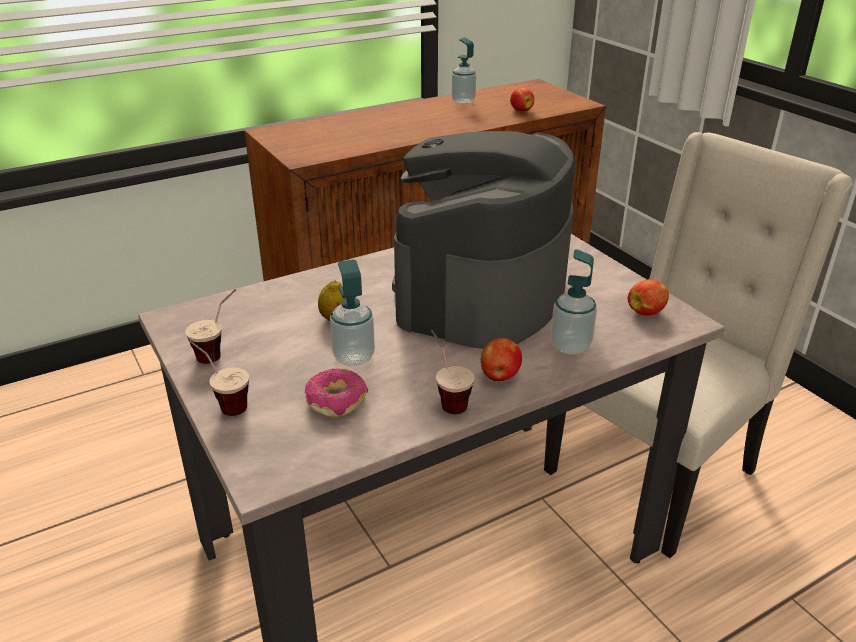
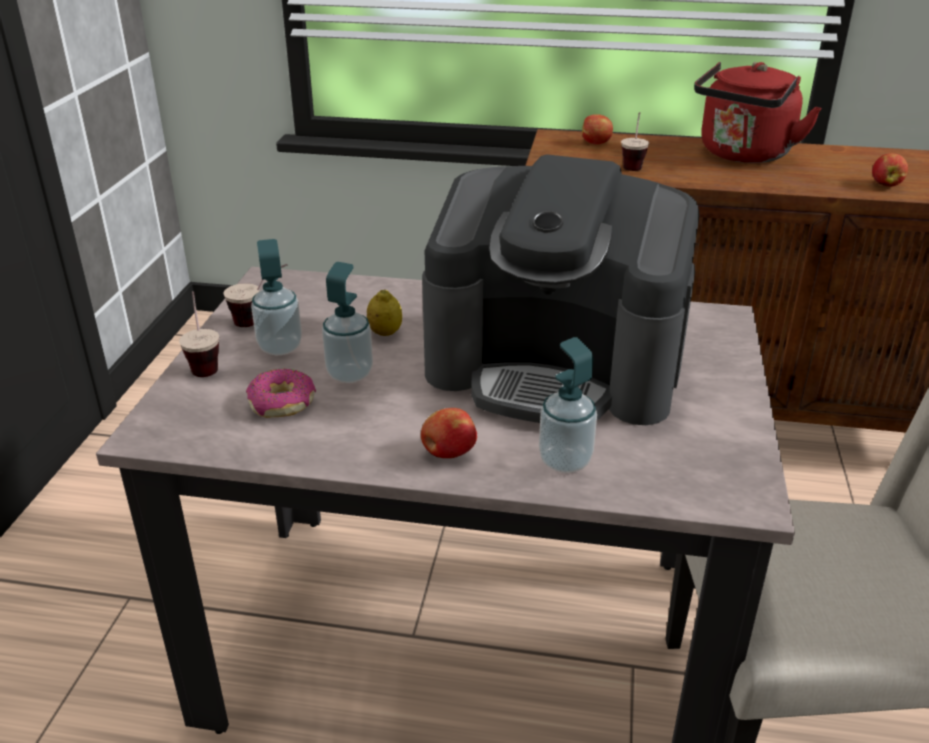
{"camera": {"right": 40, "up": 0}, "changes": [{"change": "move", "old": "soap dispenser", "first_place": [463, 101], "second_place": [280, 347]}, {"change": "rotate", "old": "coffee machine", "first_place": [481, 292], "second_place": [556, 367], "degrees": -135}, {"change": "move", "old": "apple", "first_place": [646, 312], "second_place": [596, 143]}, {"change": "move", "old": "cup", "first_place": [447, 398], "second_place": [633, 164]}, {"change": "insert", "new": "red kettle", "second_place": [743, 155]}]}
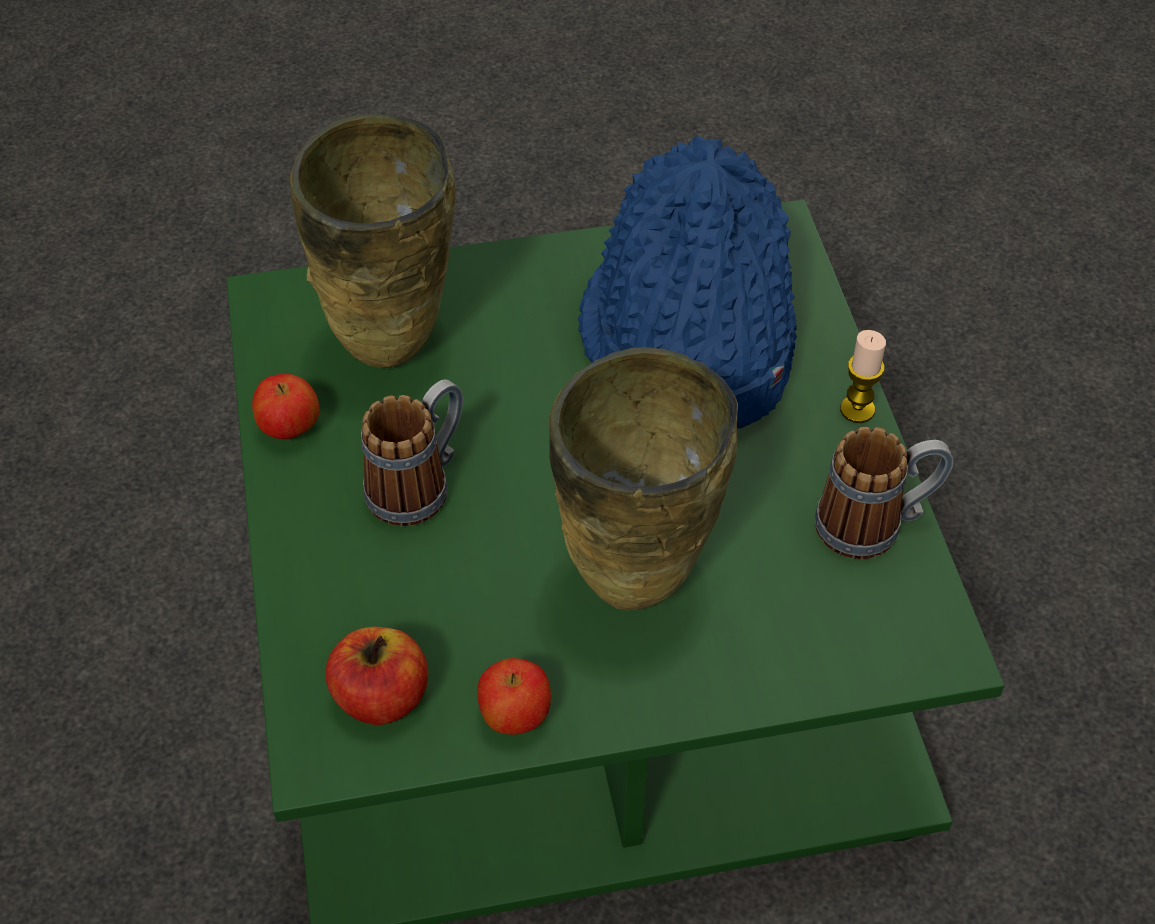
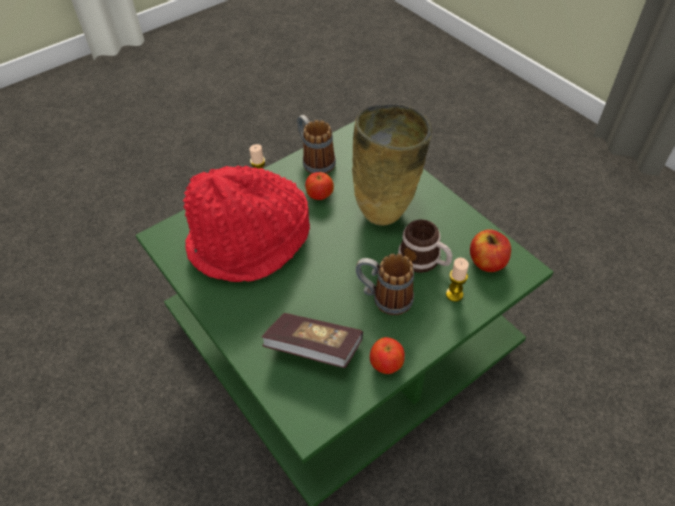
{"camera": {"right": -115, "up": 0}, "changes": [{"change": "recolor", "old": "blue hat", "new": "red hat", "first_place": [686, 342], "second_place": [250, 242]}, {"change": "replace", "old": "beige vase", "new": "book", "first_place": [391, 350], "second_place": [314, 348]}, {"change": "move", "old": "apple", "first_place": [514, 716], "second_place": [320, 196]}, {"change": "insert", "new": "mug", "second_place": [424, 260]}, {"change": "insert", "new": "candle", "second_place": [454, 294]}]}
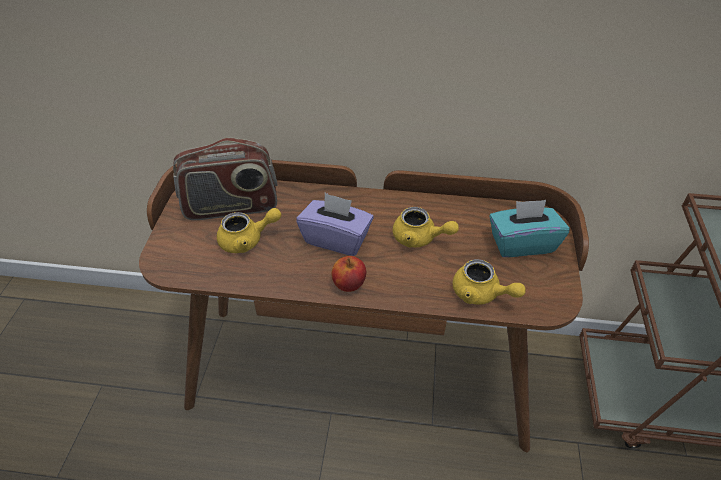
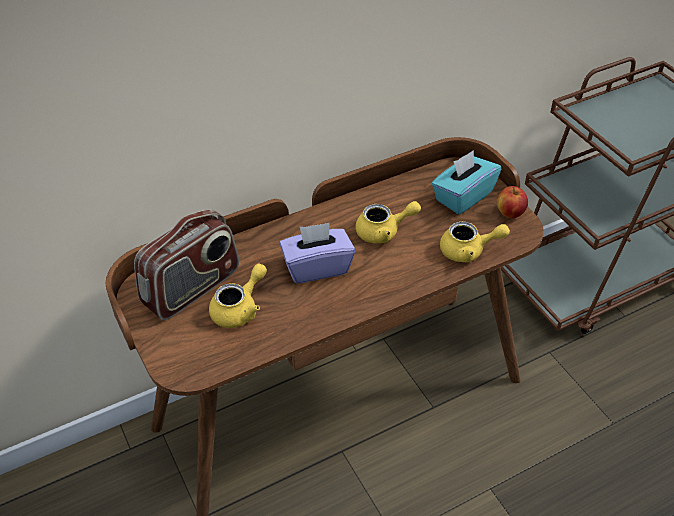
{"camera": {"right": -35, "up": 0}, "changes": [{"change": "move", "old": "apple", "first_place": [348, 284], "second_place": [510, 213]}]}
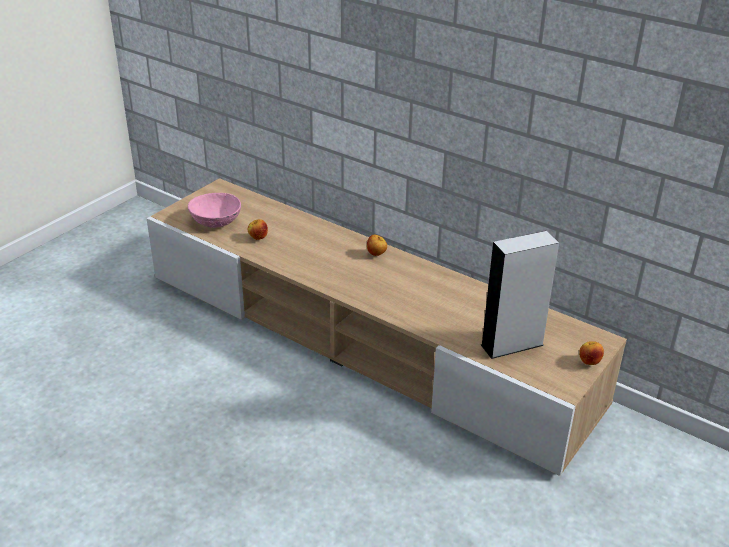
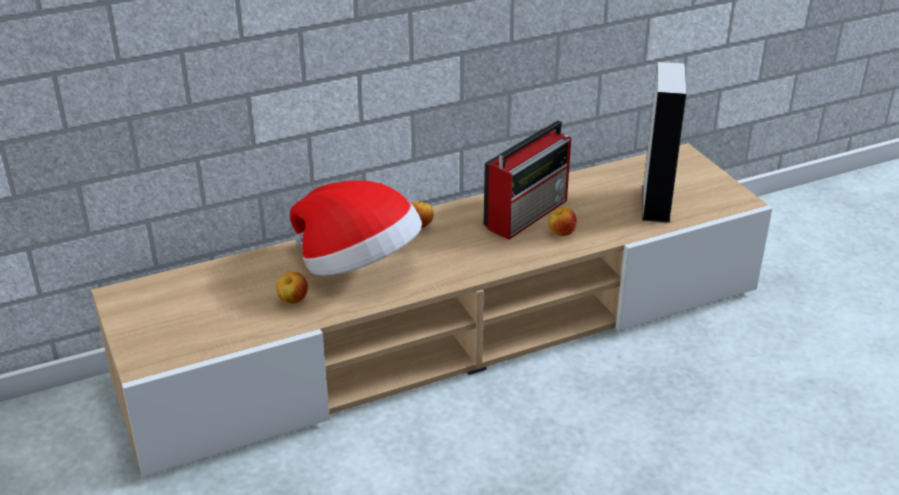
{"camera": {"right": -60, "up": 0}, "changes": [{"change": "insert", "new": "hat", "second_place": [359, 266]}, {"change": "insert", "new": "radio", "second_place": [528, 213]}, {"change": "move", "old": "apple", "first_place": [589, 362], "second_place": [561, 233]}, {"change": "delete", "old": "pink bowl", "first_place": [216, 221]}]}
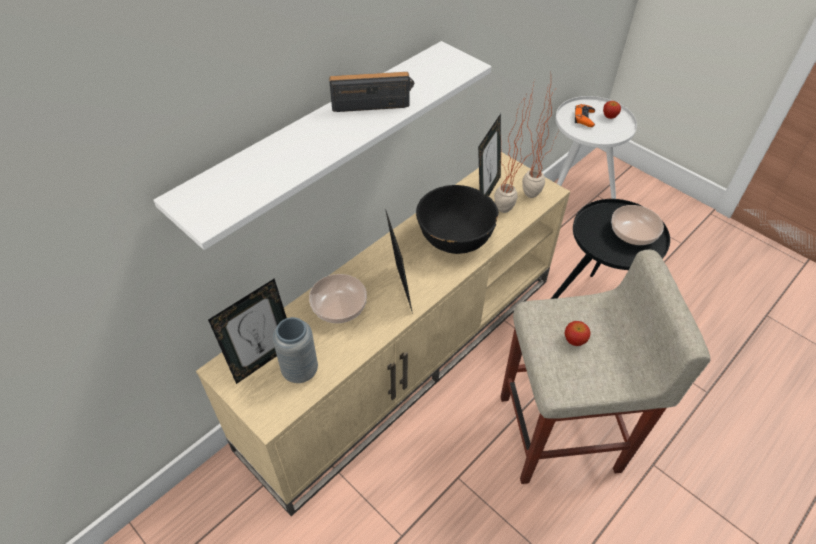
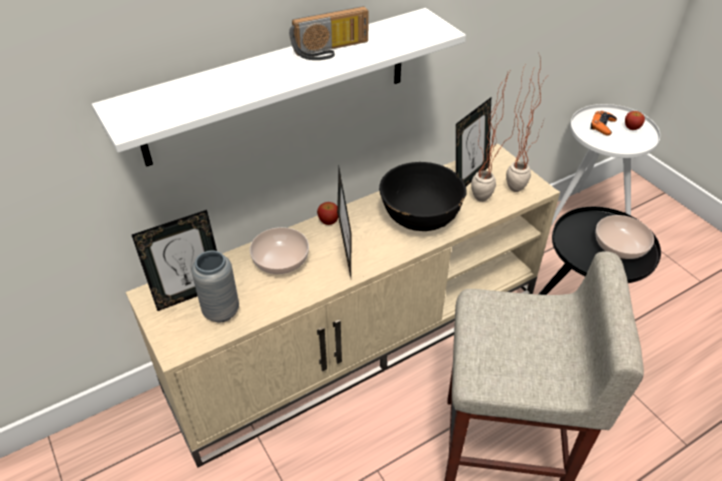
{"camera": {"right": 15, "up": -5}, "changes": [{"change": "rotate", "old": "radio", "first_place": [372, 102], "second_place": [331, 51], "degrees": 150}, {"change": "move", "old": "apple", "first_place": [574, 340], "second_place": [328, 221]}]}
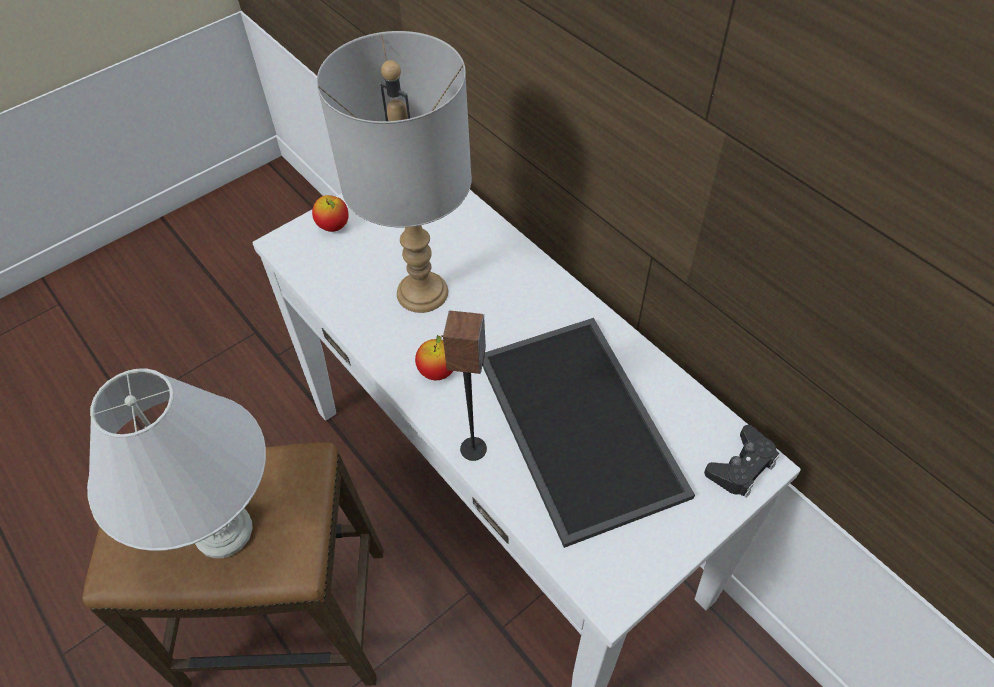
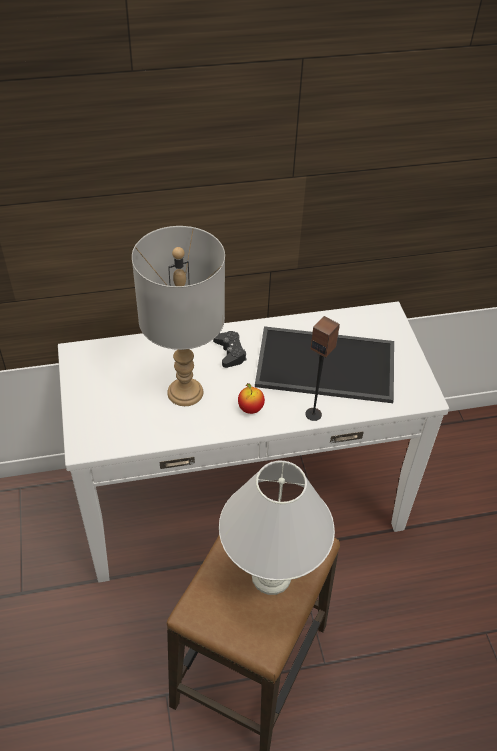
{"camera": {"right": -65, "up": -5}, "changes": [{"change": "move", "old": "black game controller", "first_place": [741, 466], "second_place": [230, 352]}, {"change": "delete", "old": "apple", "first_place": [334, 226]}]}
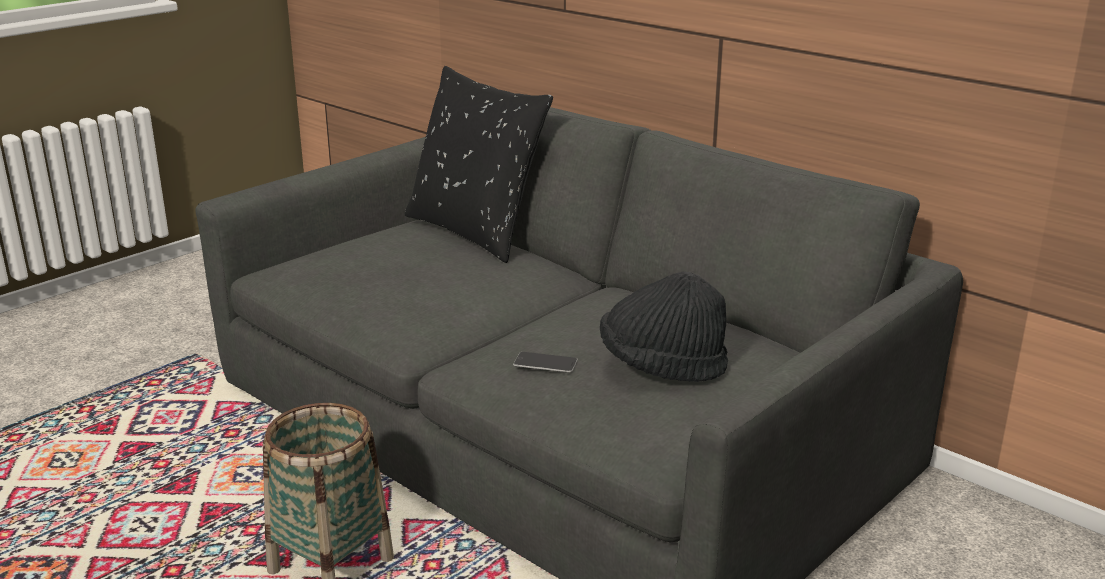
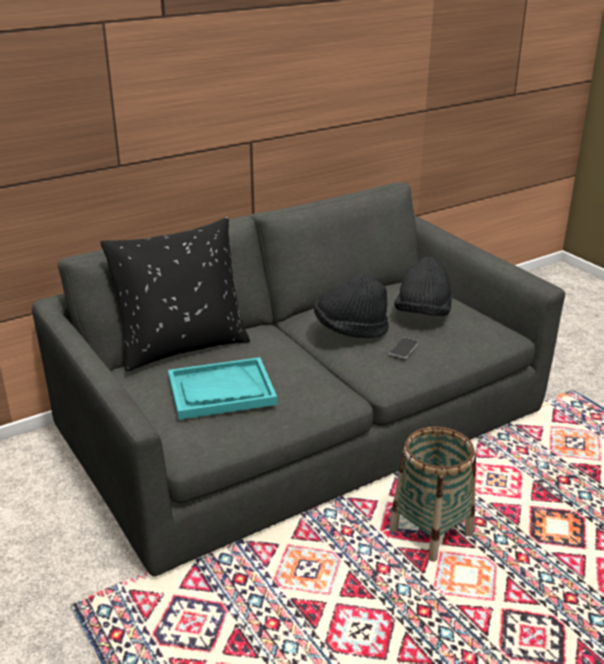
{"camera": {"right": -75, "up": 5}, "changes": [{"change": "insert", "new": "turquoise tray", "second_place": [221, 391]}, {"change": "insert", "new": "black hat", "second_place": [350, 330]}]}
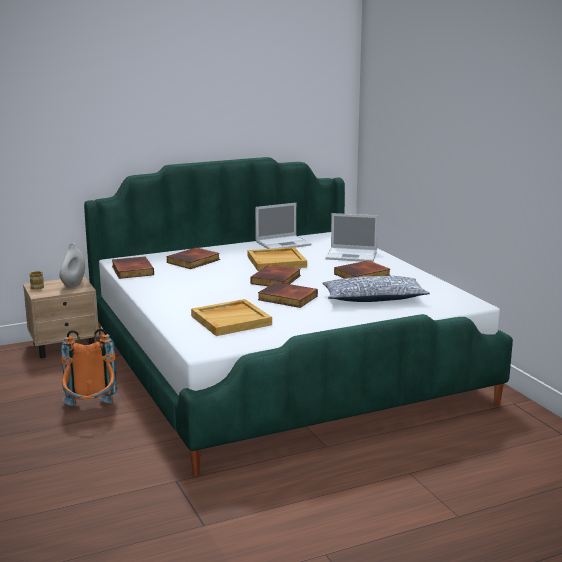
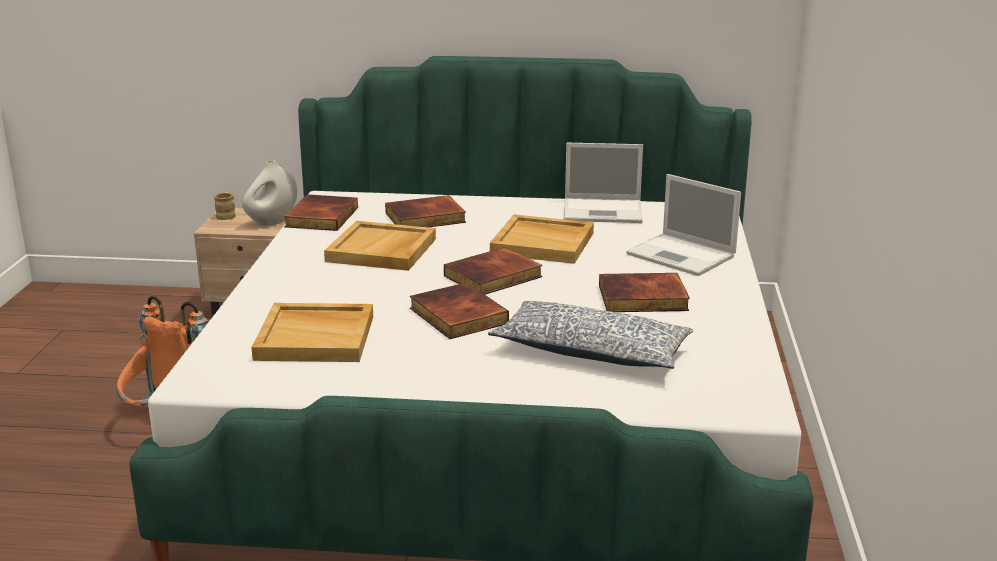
{"camera": {"right": 30, "up": 5}, "changes": [{"change": "insert", "new": "beige tray", "second_place": [382, 250]}]}
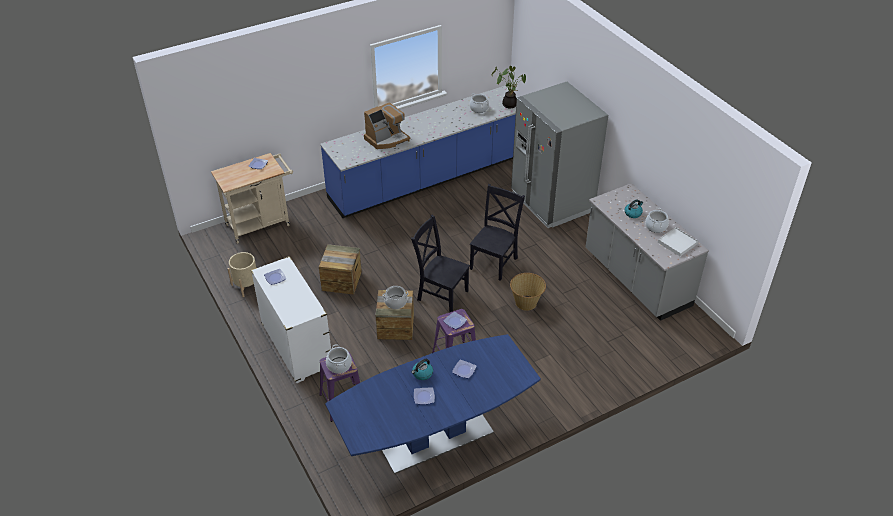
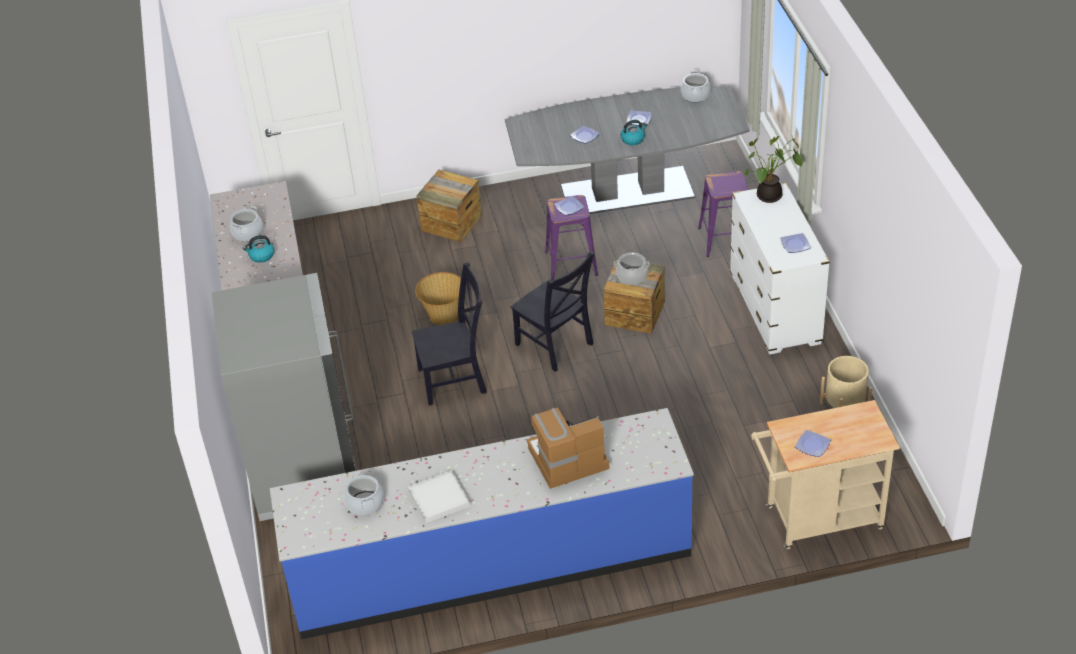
{"camera": {"right": -160, "up": 0}, "changes": [{"change": "move", "old": "white tray", "first_place": [677, 243], "second_place": [439, 498]}, {"change": "rotate", "old": "black chair", "first_place": [494, 262], "second_place": [455, 380], "degrees": -150}, {"change": "move", "old": "crate", "first_place": [341, 281], "second_place": [451, 223]}, {"change": "recolor", "old": "blue dining table", "new": "grey dining table", "first_place": [434, 436], "second_place": [628, 191]}, {"change": "move", "old": "cooking pot", "first_place": [339, 365], "second_place": [695, 95]}, {"change": "move", "old": "potted plant", "first_place": [509, 104], "second_place": [769, 197]}]}
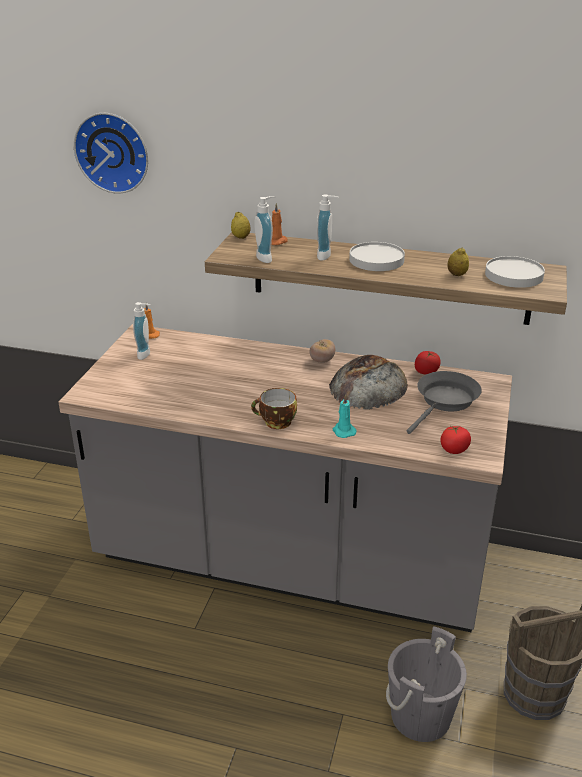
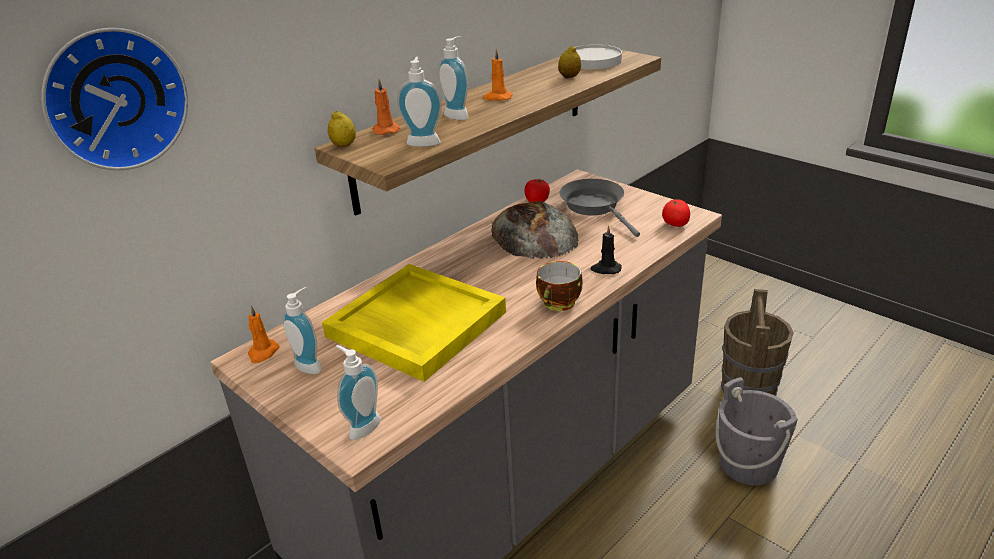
{"camera": {"right": -60, "up": 0}, "changes": [{"change": "insert", "new": "yellow tray", "second_place": [414, 324]}, {"change": "insert", "new": "soap dispenser", "second_place": [362, 426]}, {"change": "replace", "old": "white plate", "new": "orange candle", "first_place": [376, 260], "second_place": [497, 98]}, {"change": "recolor", "old": "turquoise candle", "new": "black candle", "first_place": [343, 431], "second_place": [605, 269]}, {"change": "delete", "old": "tomato", "first_place": [322, 360]}]}
